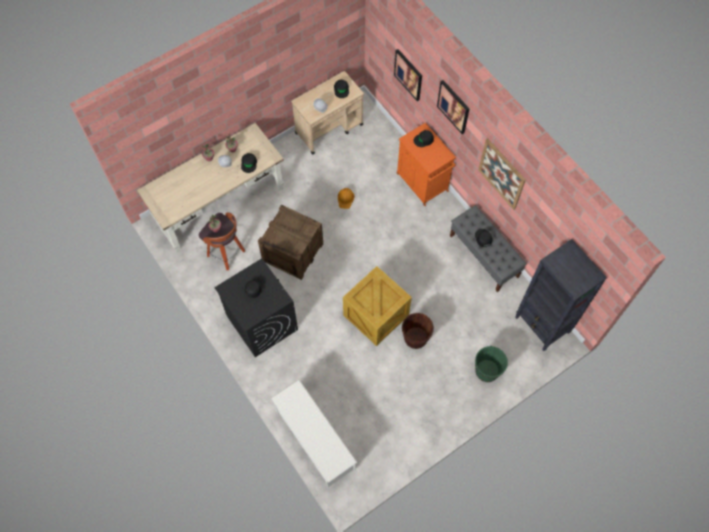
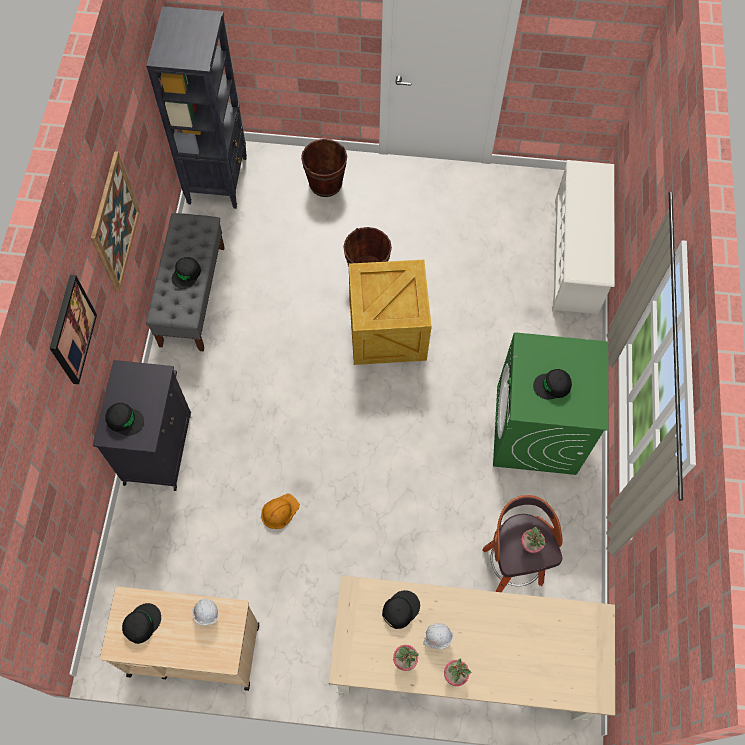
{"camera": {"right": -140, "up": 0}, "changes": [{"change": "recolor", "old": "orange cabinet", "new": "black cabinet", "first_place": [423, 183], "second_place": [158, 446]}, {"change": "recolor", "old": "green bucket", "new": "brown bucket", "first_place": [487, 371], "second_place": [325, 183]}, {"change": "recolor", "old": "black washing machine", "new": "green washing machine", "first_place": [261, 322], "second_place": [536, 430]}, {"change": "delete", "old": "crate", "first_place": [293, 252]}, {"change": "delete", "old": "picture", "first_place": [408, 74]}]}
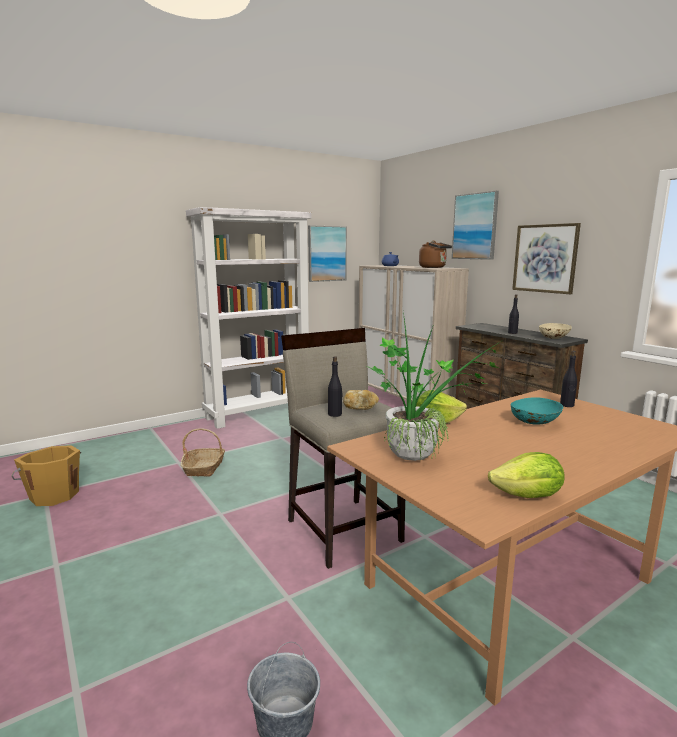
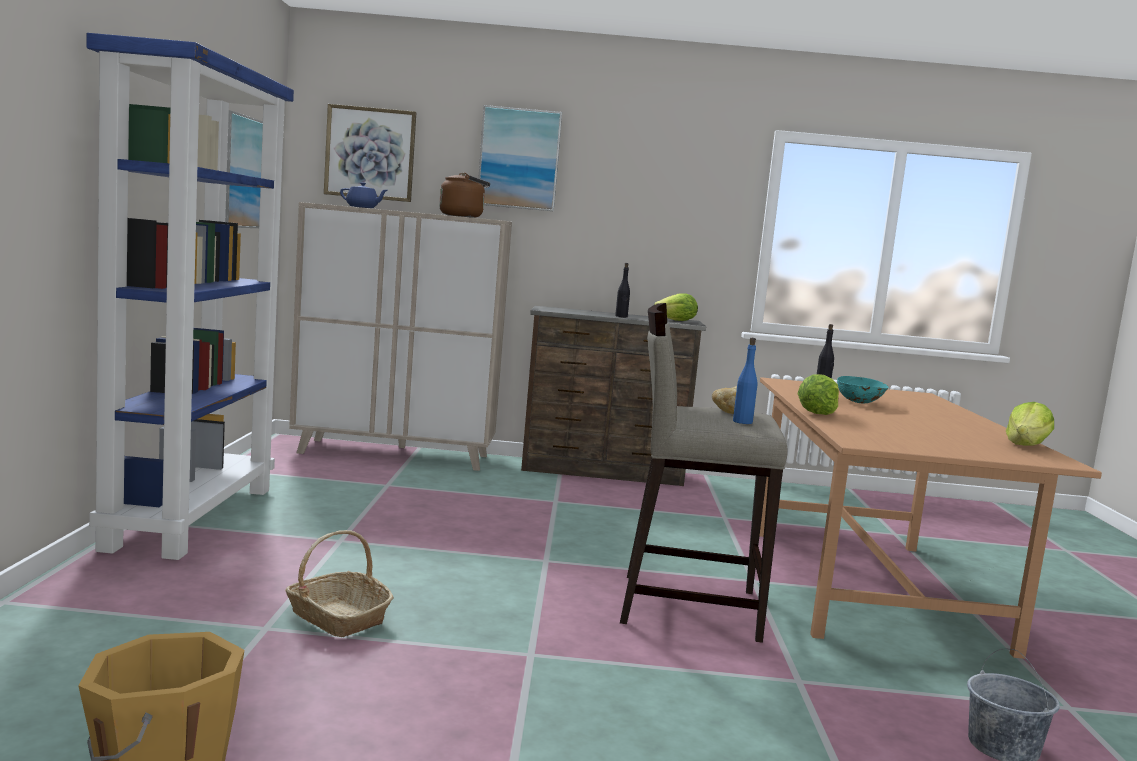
{"camera": {"right": -55, "up": -5}, "changes": [{"change": "recolor", "old": "white bookcase", "new": "blue bookcase", "first_place": [259, 413], "second_place": [191, 516]}, {"change": "move", "old": "picture", "first_place": [545, 258], "second_place": [370, 153]}, {"change": "replace", "old": "beige bowl", "new": "lettuce", "first_place": [554, 338], "second_place": [677, 321]}, {"change": "recolor", "old": "black bottle", "new": "blue bottle", "first_place": [335, 414], "second_place": [742, 422]}, {"change": "delete", "old": "potted plant", "first_place": [419, 454]}]}
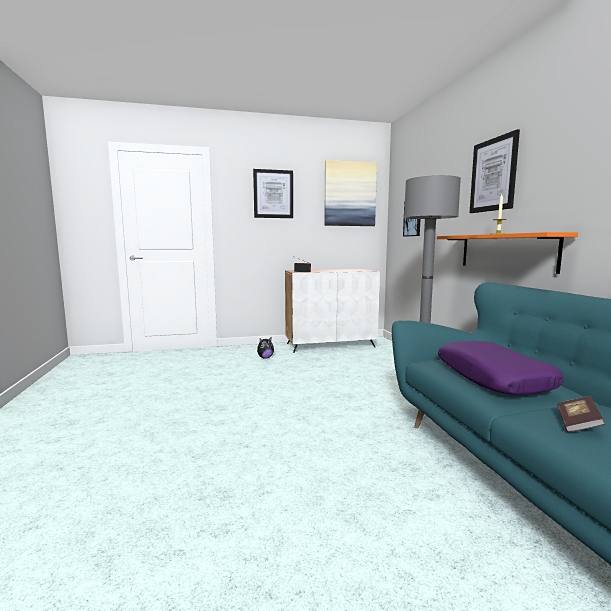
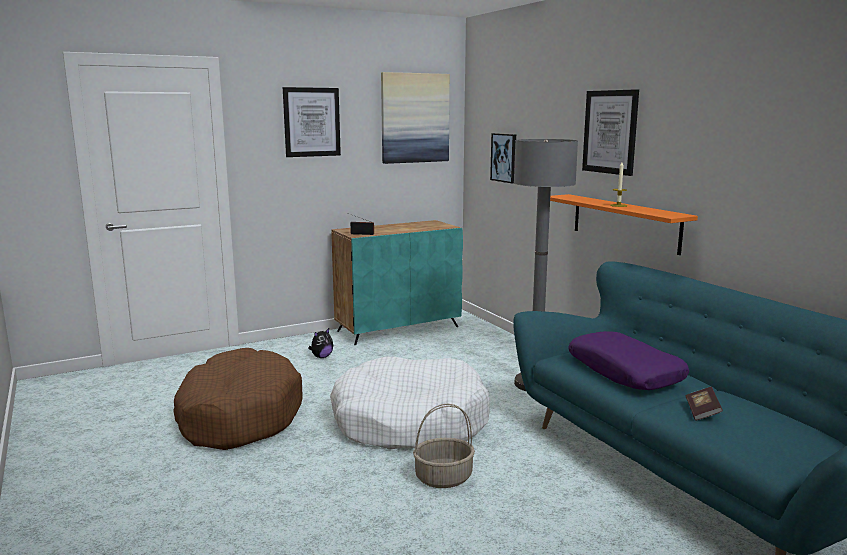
{"camera": {"right": -15, "up": 5}, "changes": [{"change": "insert", "new": "brown dog bed", "second_place": [239, 415]}, {"change": "insert", "new": "white dog bed", "second_place": [410, 421]}, {"change": "recolor", "old": "white cabinet", "new": "turquoise cabinet", "first_place": [330, 345], "second_place": [398, 328]}, {"change": "insert", "new": "basket", "second_place": [444, 477]}]}
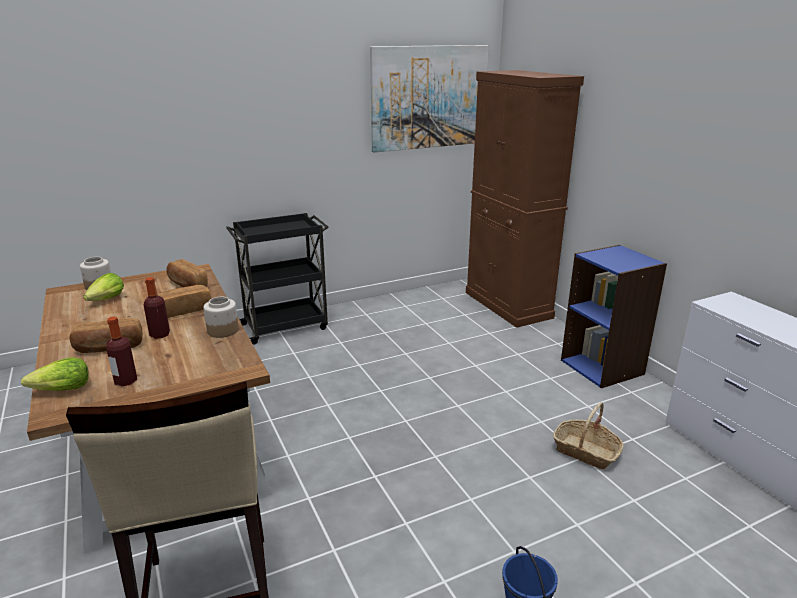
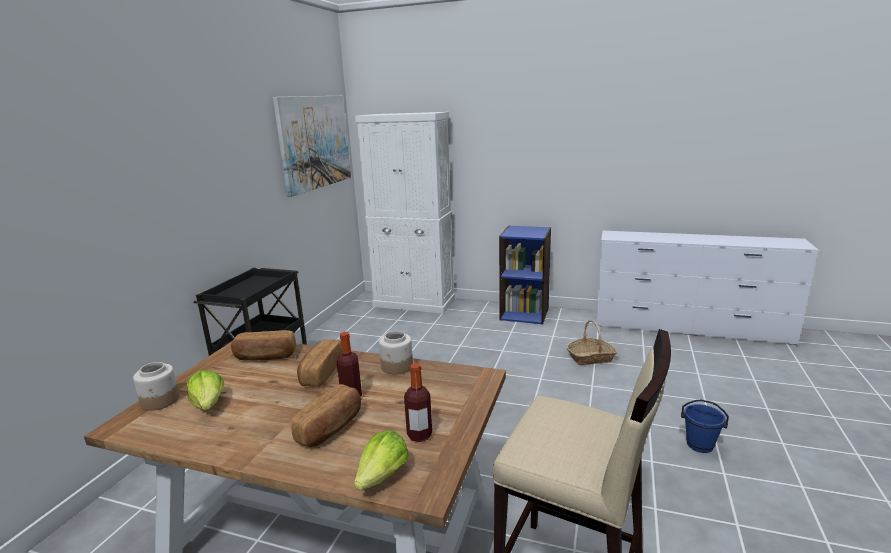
{"camera": {"right": -45, "up": -5}, "changes": [{"change": "recolor", "old": "brown cabinet", "new": "white cabinet", "first_place": [508, 305], "second_place": [414, 303]}]}
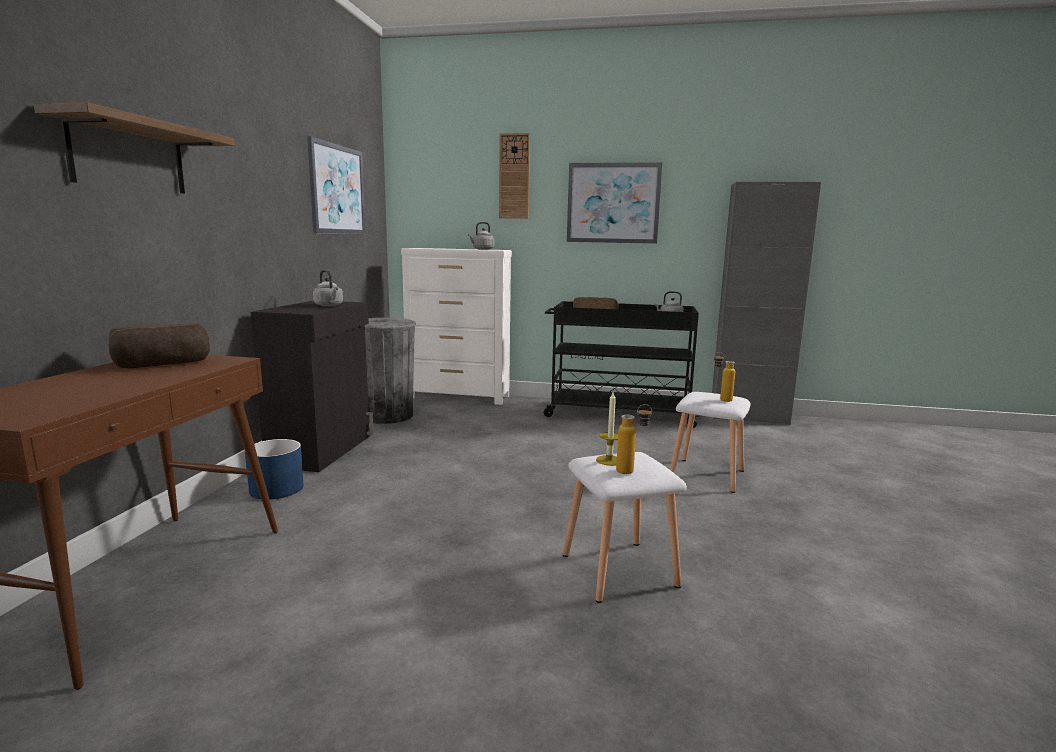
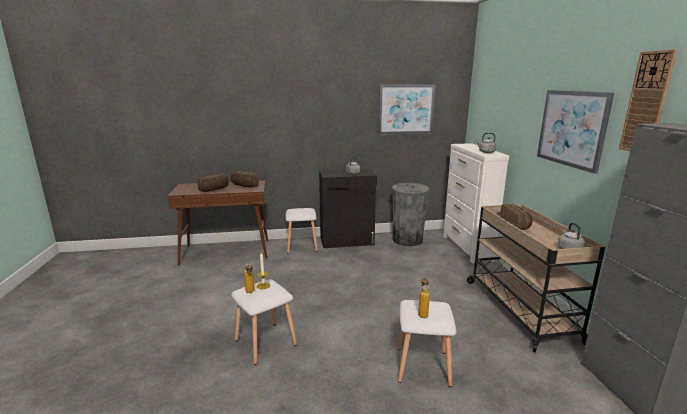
{"camera": {"right": 70, "up": 5}, "changes": [{"change": "insert", "new": "bread", "second_place": [214, 189]}, {"change": "replace", "old": "blue planter", "new": "white stool", "first_place": [276, 489], "second_place": [301, 246]}, {"change": "recolor", "old": "black cart", "new": "beige cart", "first_place": [617, 413], "second_place": [519, 309]}, {"change": "move", "old": "wall clock", "first_place": [514, 176], "second_place": [647, 103]}, {"change": "delete", "old": "shelf", "first_place": [128, 156]}]}
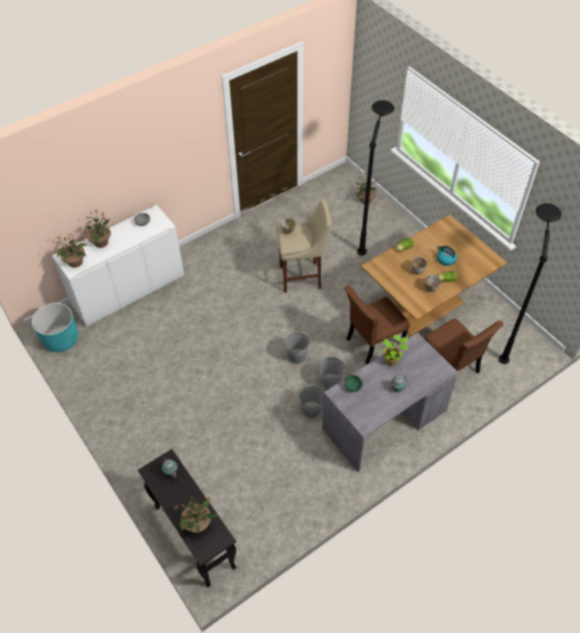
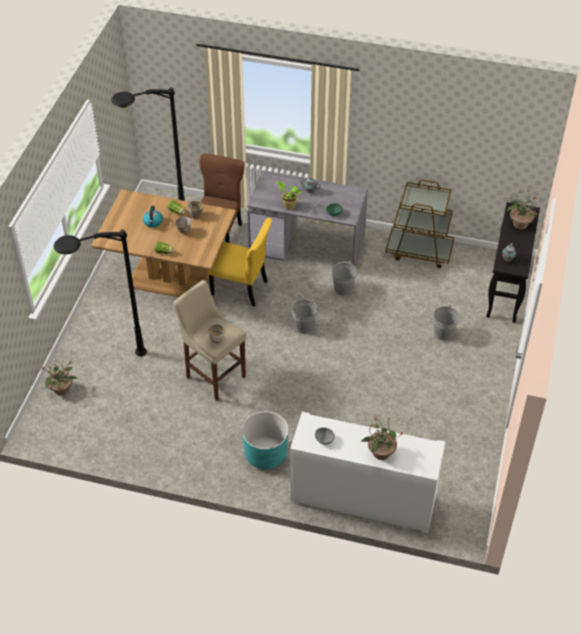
{"camera": {"right": -130, "up": -5}, "changes": [{"change": "recolor", "old": "brown chair", "new": "yellow chair", "first_place": [372, 342], "second_place": [242, 289]}, {"change": "move", "old": "turquoise planter", "first_place": [61, 339], "second_place": [265, 454]}, {"change": "insert", "new": "brown cart", "second_place": [419, 251]}, {"change": "move", "old": "grey bucket", "first_place": [330, 381], "second_place": [443, 333]}, {"change": "delete", "old": "potted plant", "first_place": [76, 262]}]}
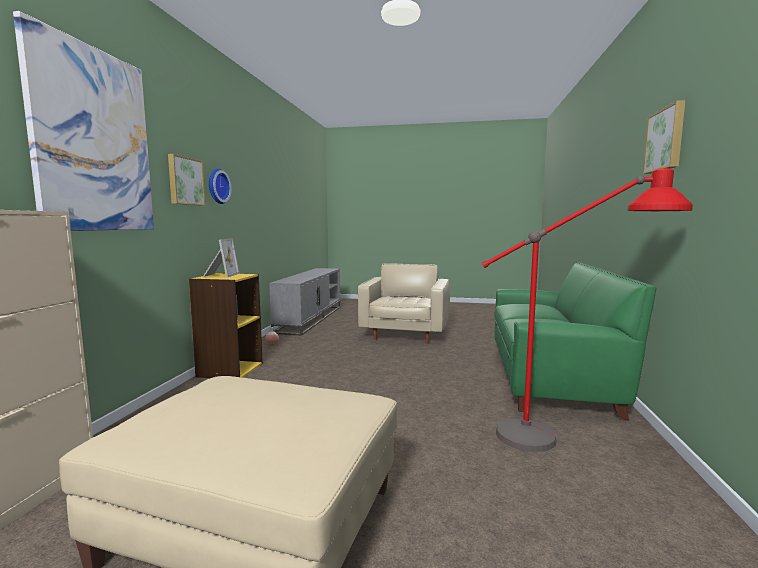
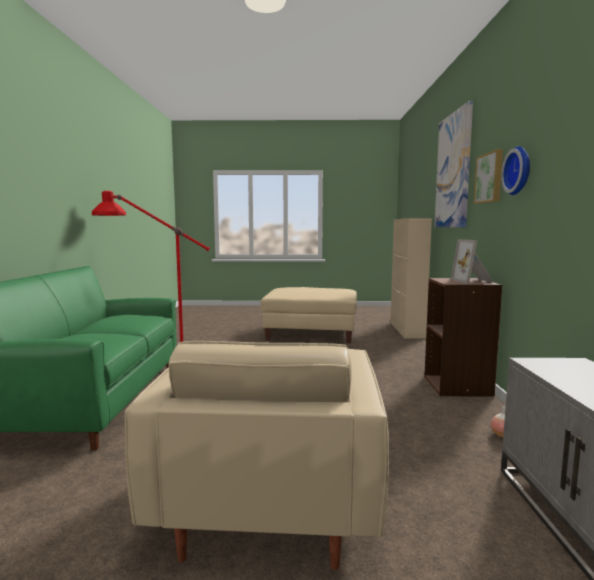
{"camera": {"right": 170, "up": 0}, "changes": [{"change": "recolor", "old": "yellow bookcase", "new": "brown bookcase", "first_place": [229, 370], "second_place": [458, 386]}, {"change": "delete", "old": "picture", "first_place": [666, 139]}]}
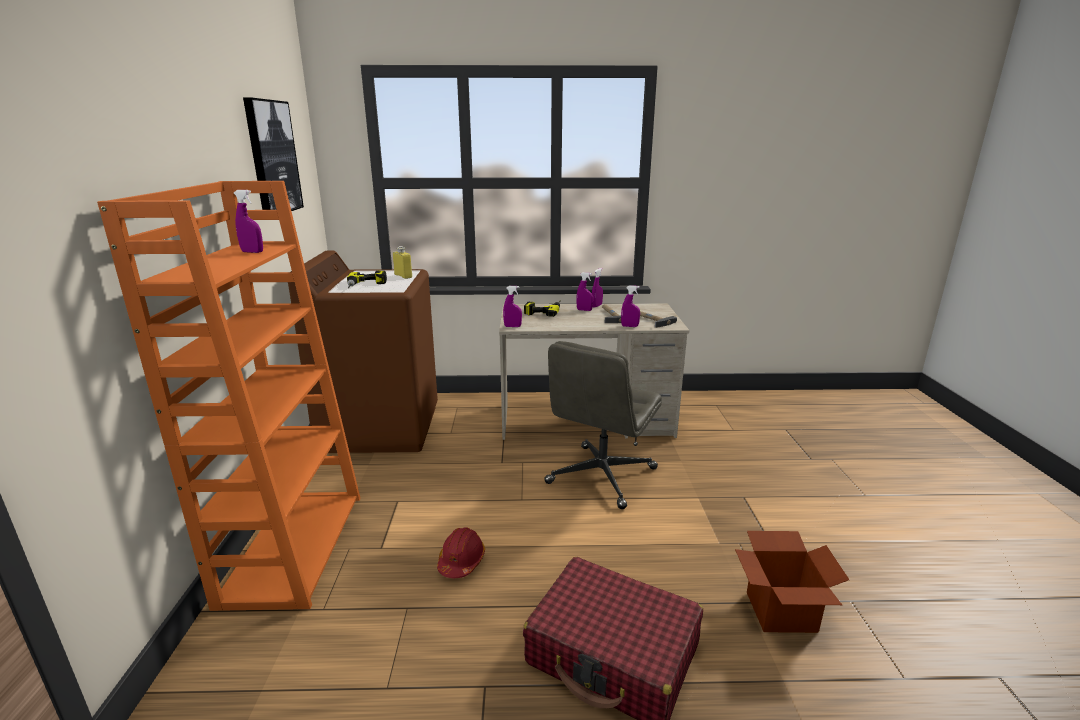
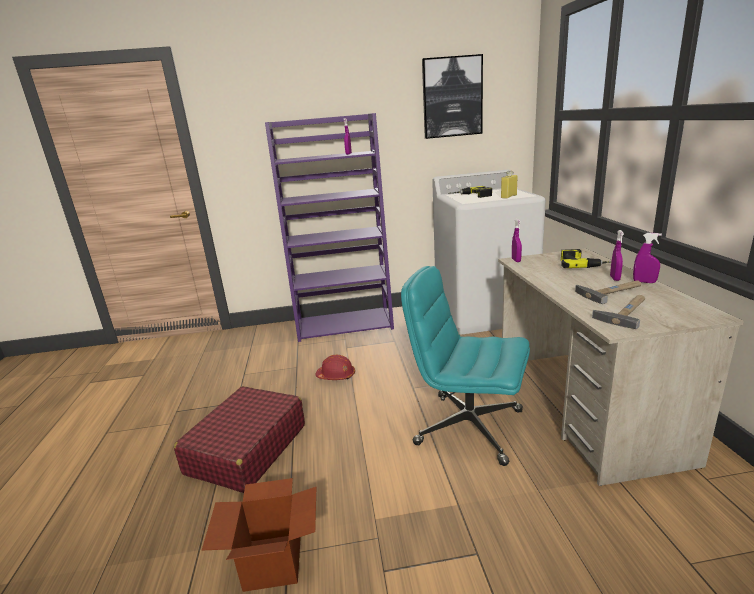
{"camera": {"right": 85, "up": 0}, "changes": [{"change": "recolor", "old": "orange bookcase", "new": "purple bookcase", "first_place": [293, 545], "second_place": [345, 324]}, {"change": "recolor", "old": "grey office chair", "new": "turquoise office chair", "first_place": [601, 476], "second_place": [467, 427]}, {"change": "recolor", "old": "brown washing machine", "new": "white washing machine", "first_place": [381, 427], "second_place": [484, 313]}, {"change": "delete", "old": "purple spray bottle", "first_place": [629, 326]}]}
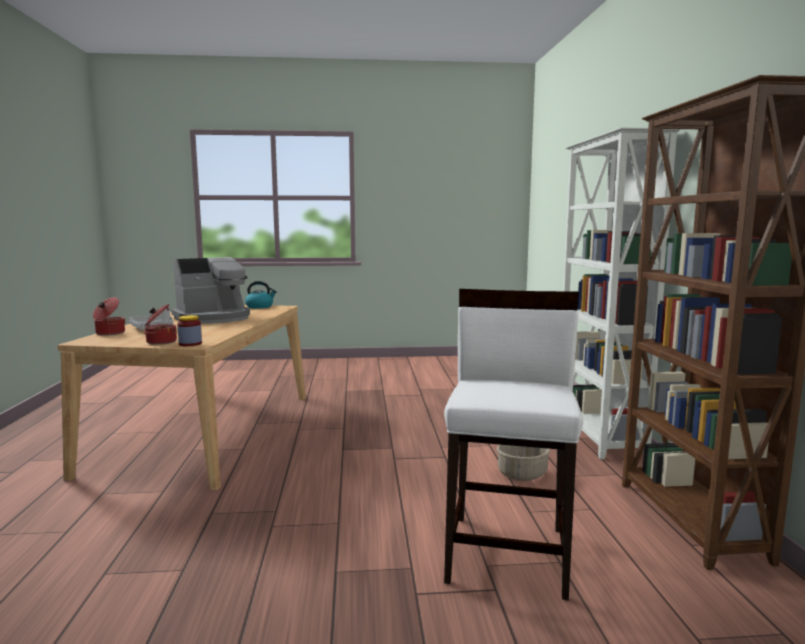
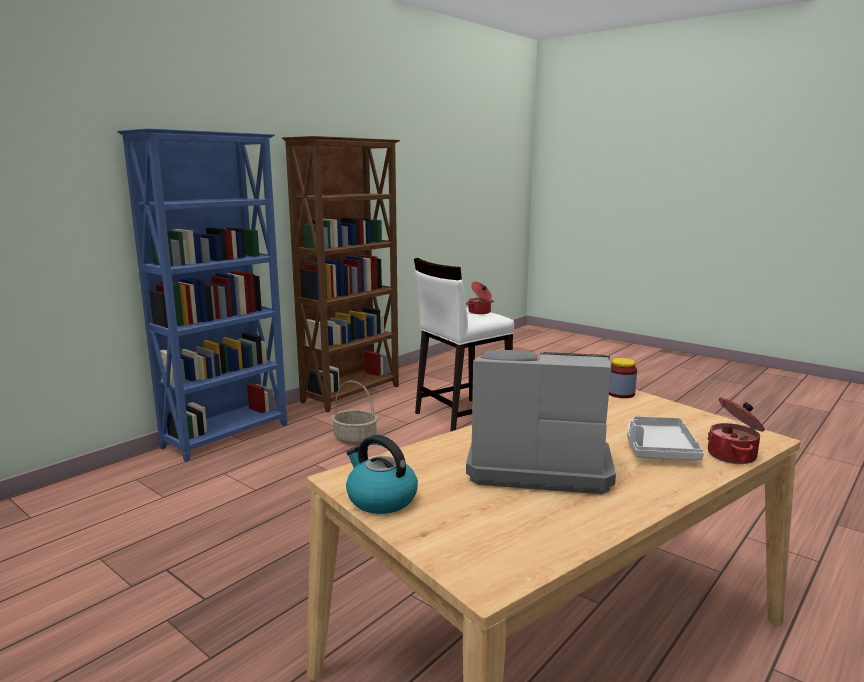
{"camera": {"right": -135, "up": 5}, "changes": [{"change": "recolor", "old": "white bookcase", "new": "blue bookcase", "first_place": [597, 435], "second_place": [228, 436]}, {"change": "move", "old": "cooking pot", "first_place": [161, 342], "second_place": [480, 312]}]}
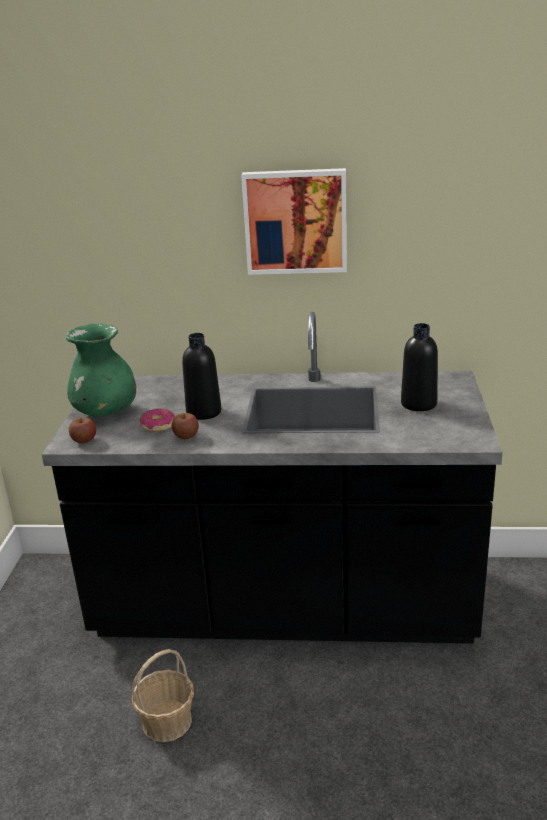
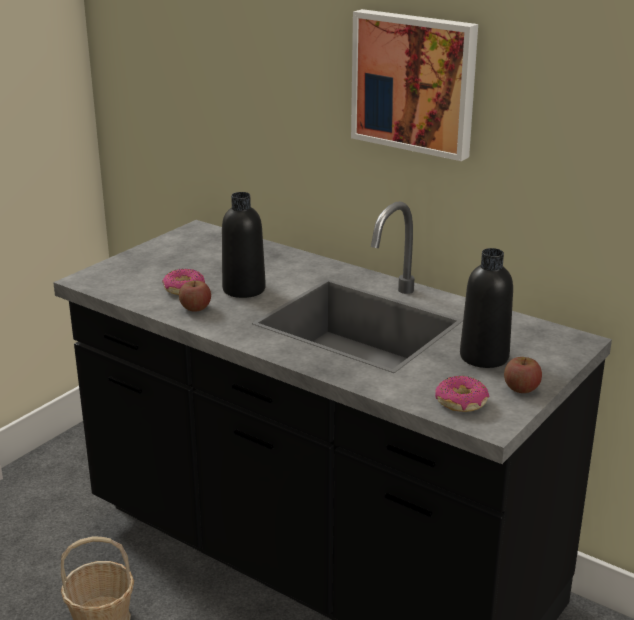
{"camera": {"right": 30, "up": 0}, "changes": [{"change": "insert", "new": "donut", "second_place": [461, 402]}, {"change": "move", "old": "apple", "first_place": [84, 440], "second_place": [521, 388]}, {"change": "delete", "old": "green vase", "first_place": [105, 412]}]}
